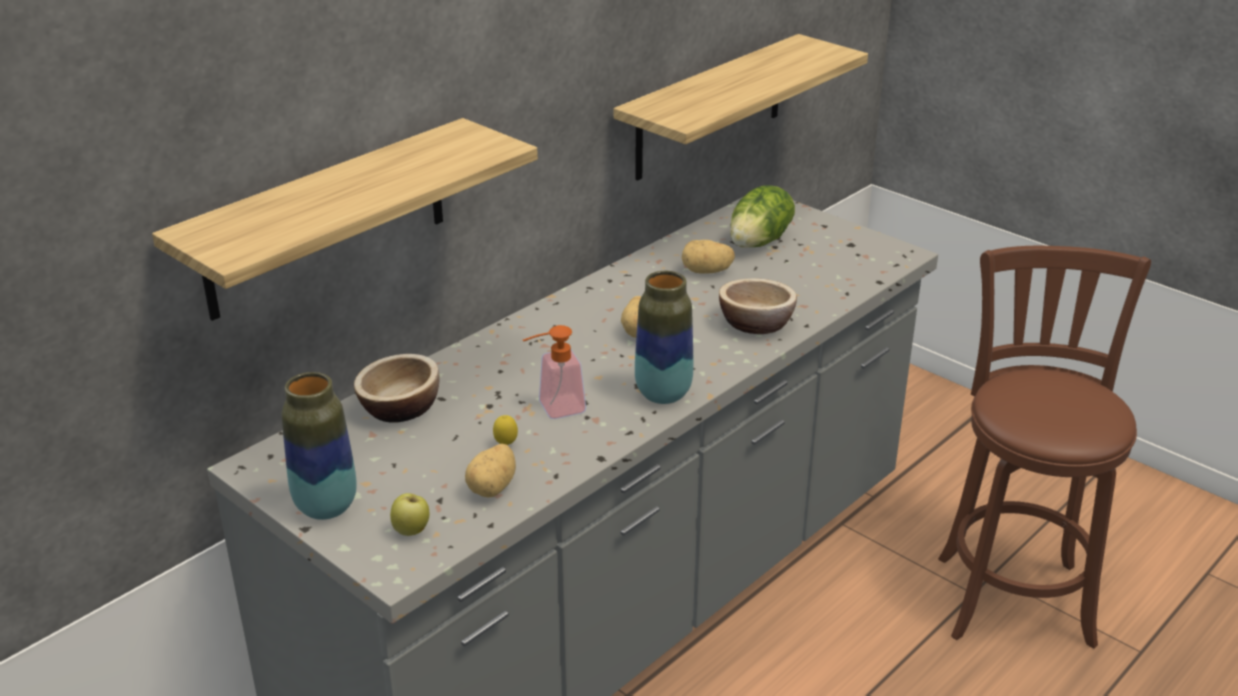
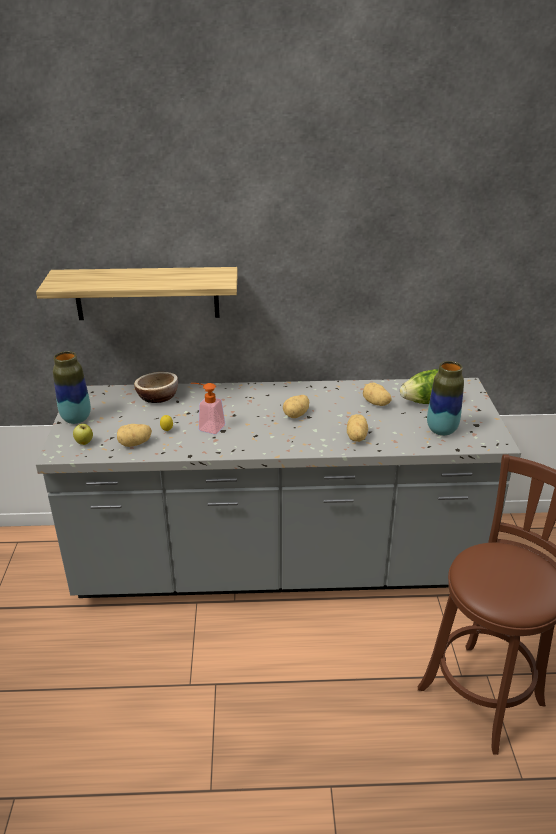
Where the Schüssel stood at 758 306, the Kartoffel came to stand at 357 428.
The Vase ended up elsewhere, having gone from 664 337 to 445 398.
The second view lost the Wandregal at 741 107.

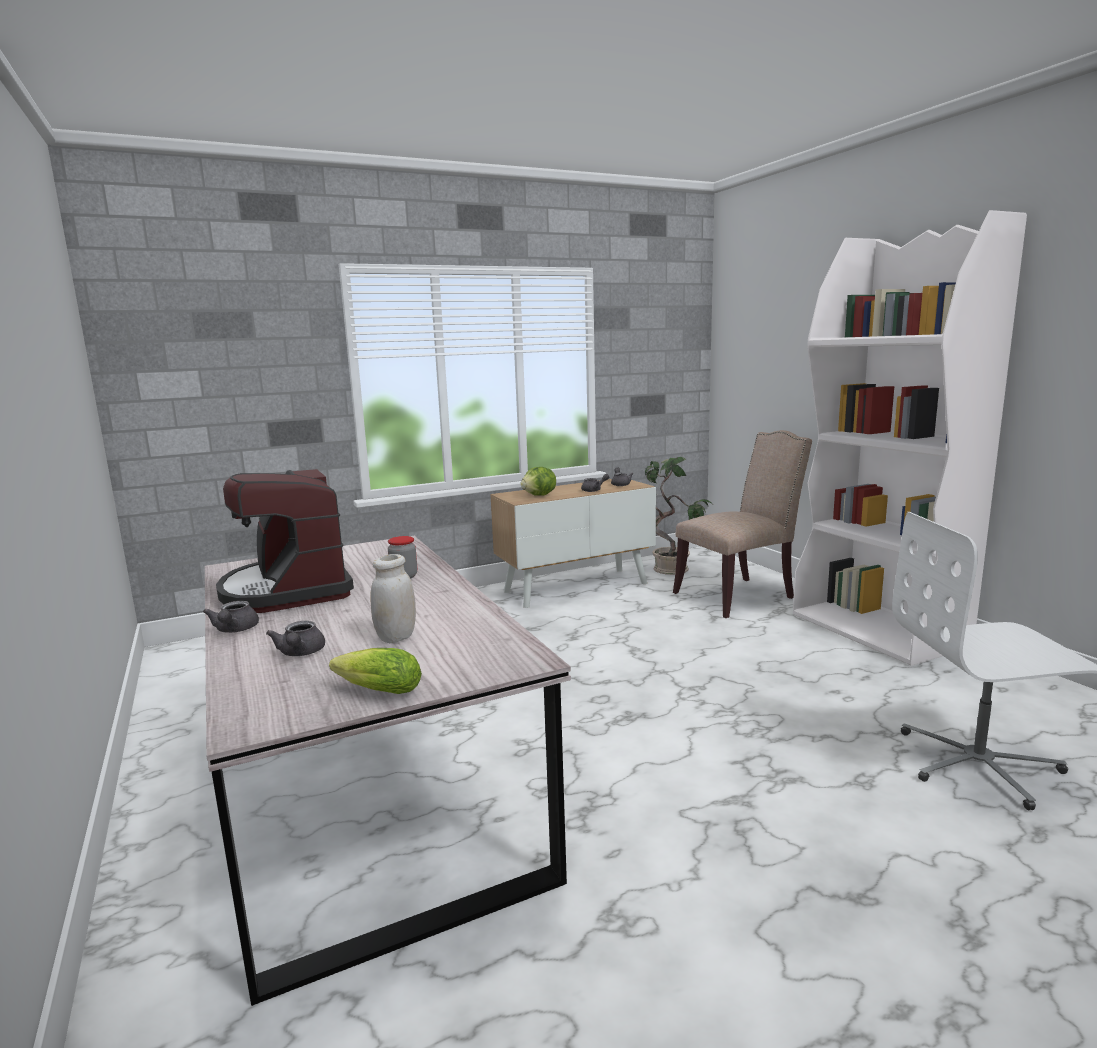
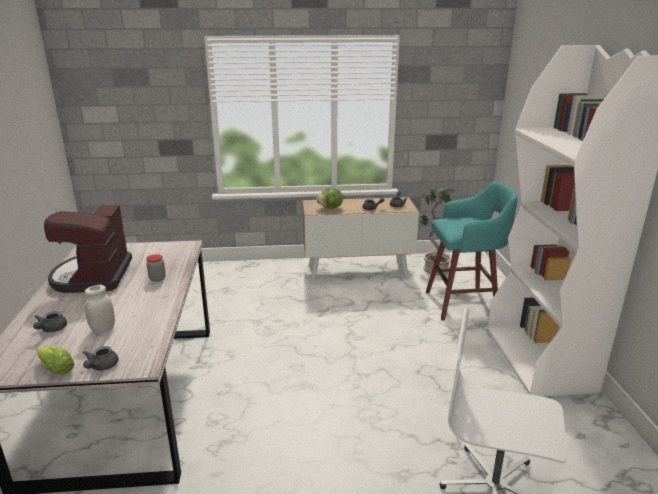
The Teekanne/grau ended up elsewhere, having gone from 231 617 to 100 358.
Where the Stuhl/beige stood at 742 524, the Hocker/türkis came to stand at 471 251.

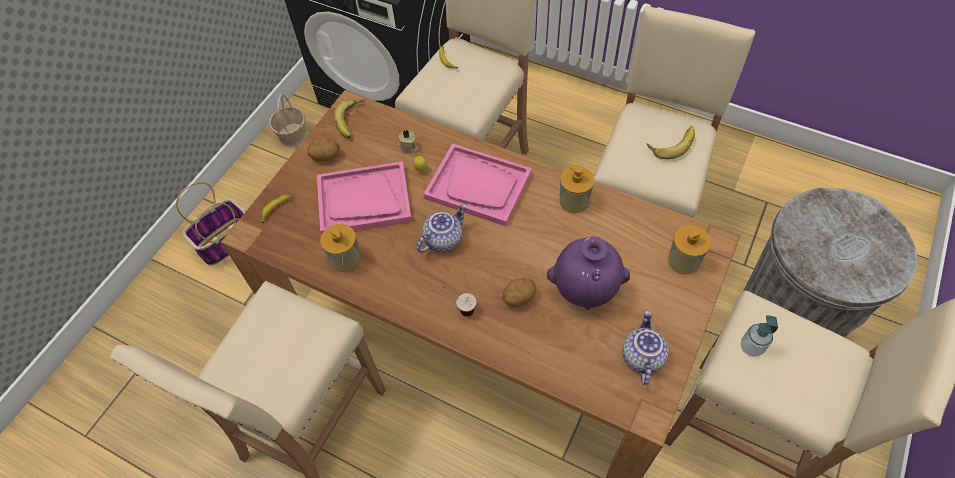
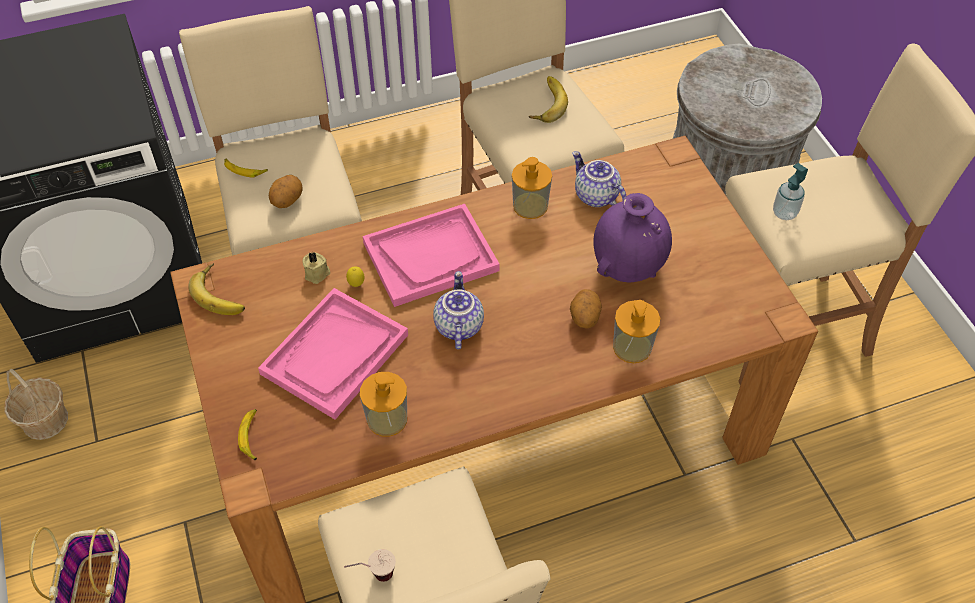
The Kartoffel ended up elsewhere, having gone from 324 149 to 286 191.
The Tasse ended up elsewhere, having gone from 459 301 to 370 565.
The Teekanne ended up elsewhere, having gone from 645 347 to 599 179.
The Seifenspender ended up elsewhere, having gone from 689 250 to 636 331.

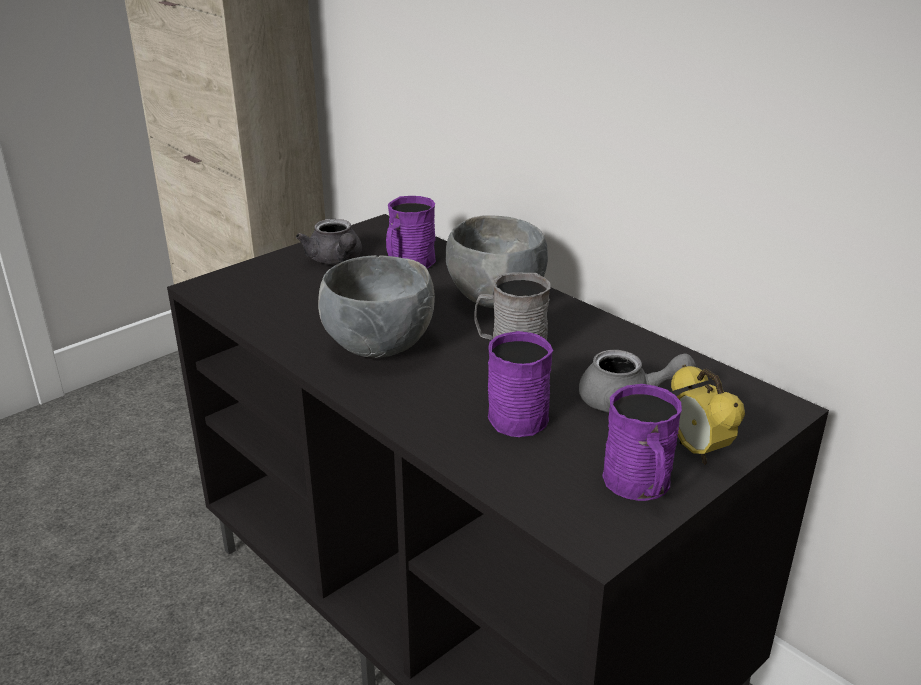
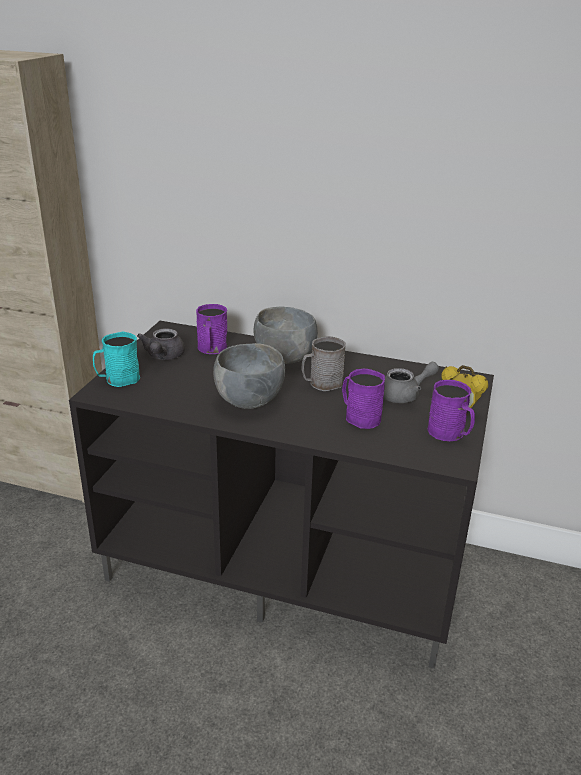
The second view gained the Henkelbecher/türkis at 116 359.
The Teekanne/grau at 329 241 ended up facing another way, 60 degrees clockwise from before.

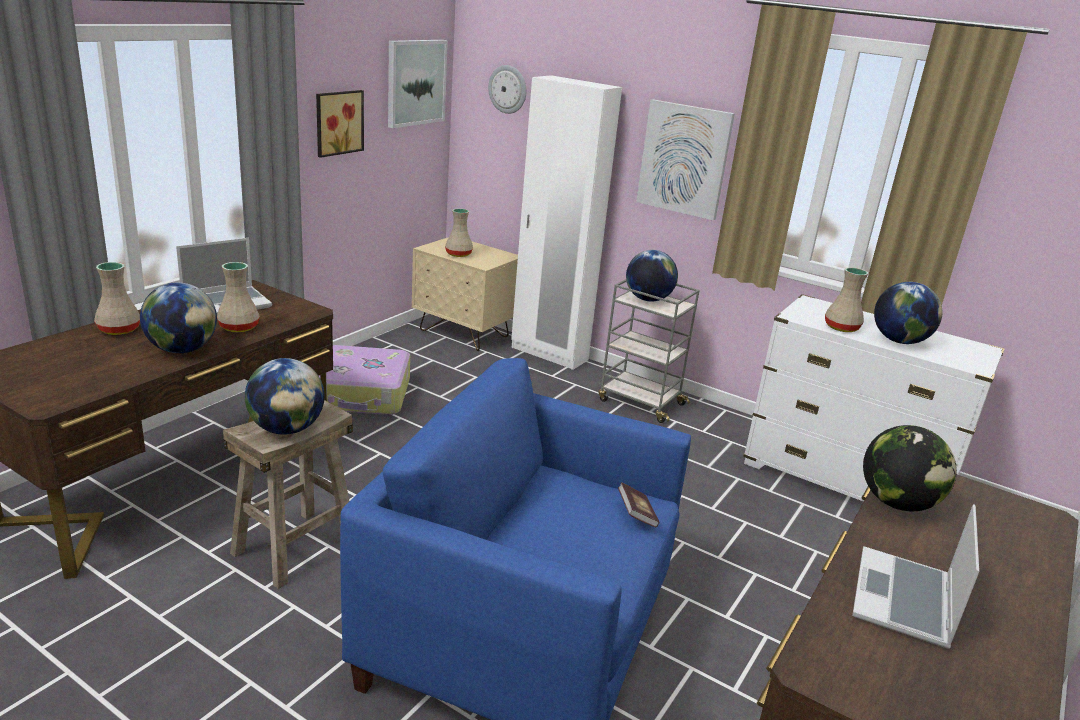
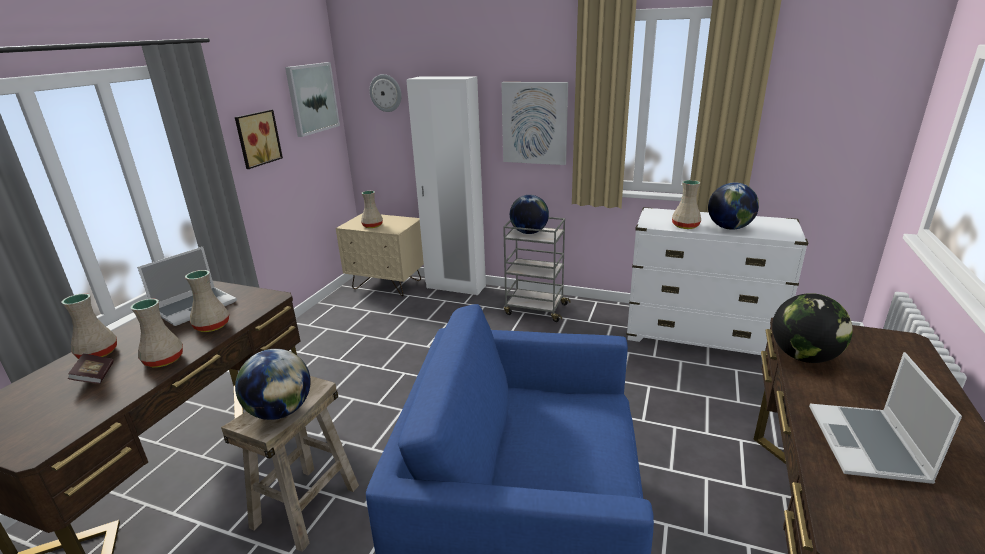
The Buch ended up elsewhere, having gone from 638 505 to 91 368.
Where the Globus stood at 178 317, the Vase/beige came to stand at 156 333.
The second view lost the Koffer at 364 380.

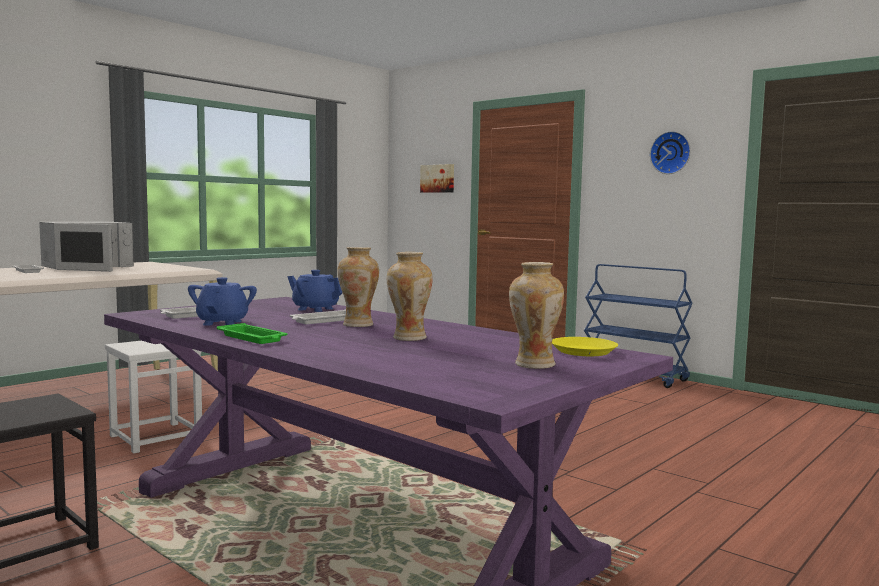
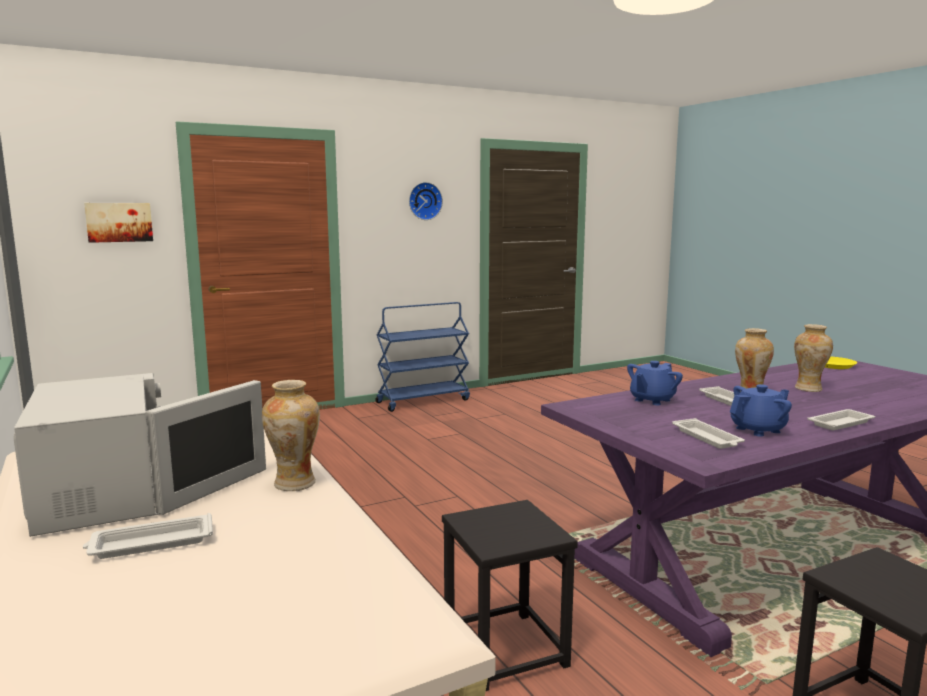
The Vase ended up elsewhere, having gone from 536 315 to 291 435.
What was the Hocker/weiß at 153 397 turned into the Hocker/schwarz at 510 595.
The Teekanne/blau at 222 301 ended up facing another way, 135 degrees clockwise from before.
What was the Tablett/grün at 252 333 turned into the Tablett/weiß at 841 419.

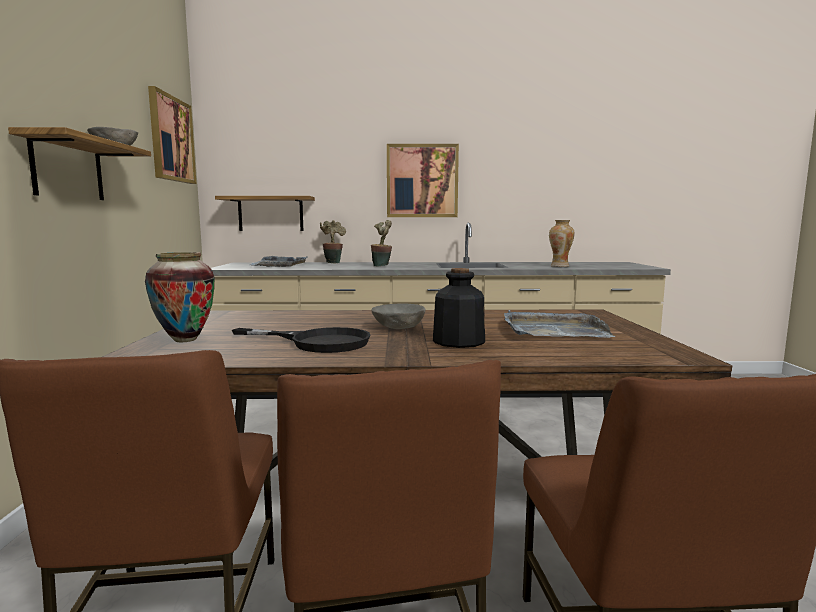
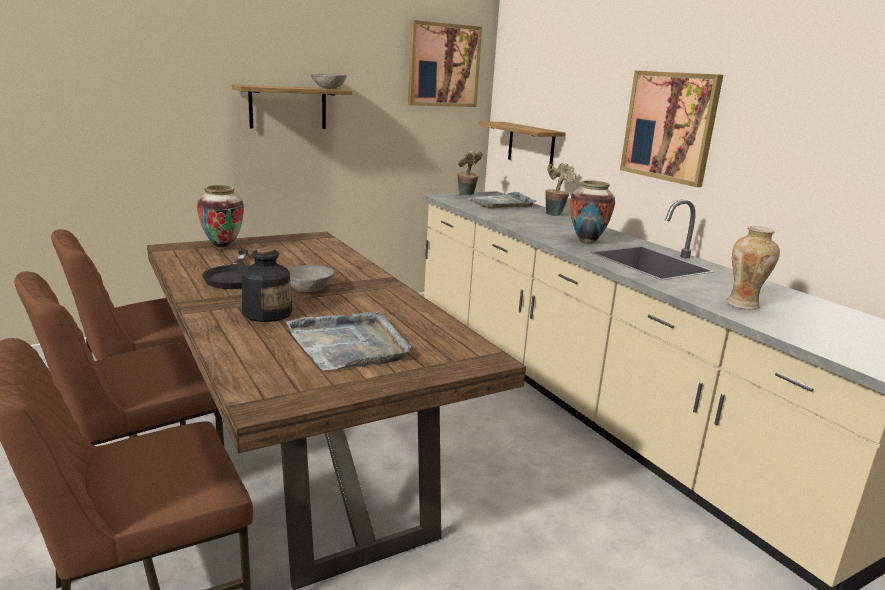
The Topfpflanze ended up elsewhere, having gone from 381 243 to 470 172.
The second view gained the Vase at 592 212.

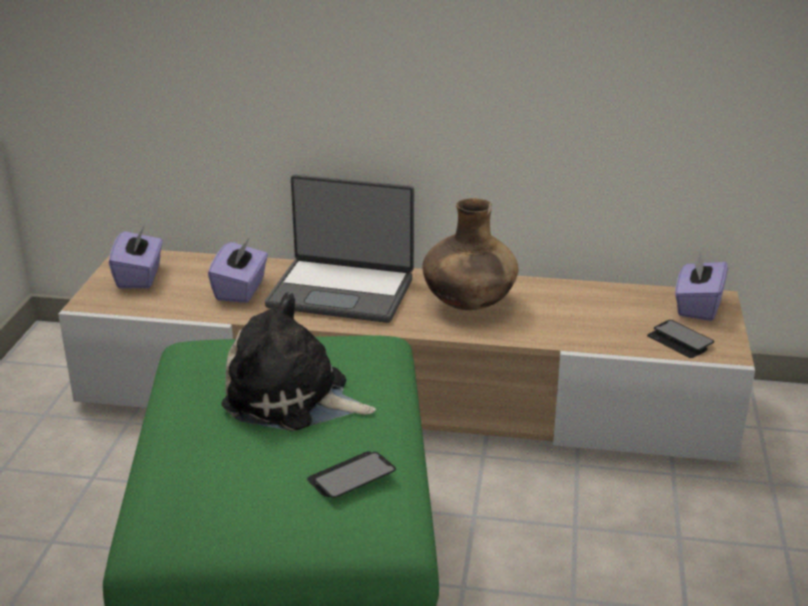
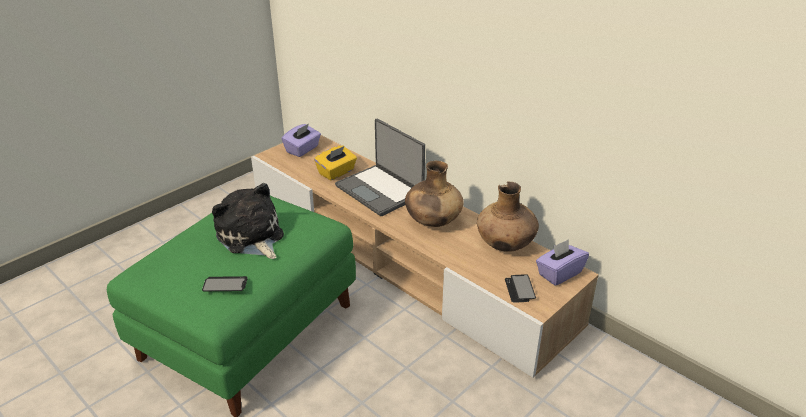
What was the Taschentuchbox/lila at 238 270 turned into the Taschentuchbox/gelb at 335 163.
The second view gained the Vase/braun at 508 216.

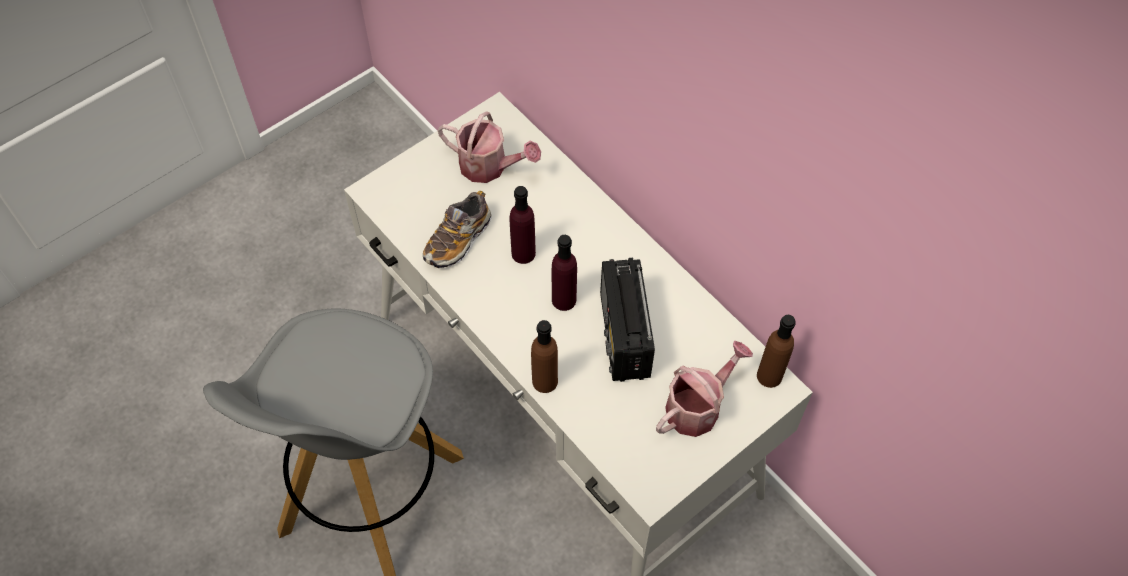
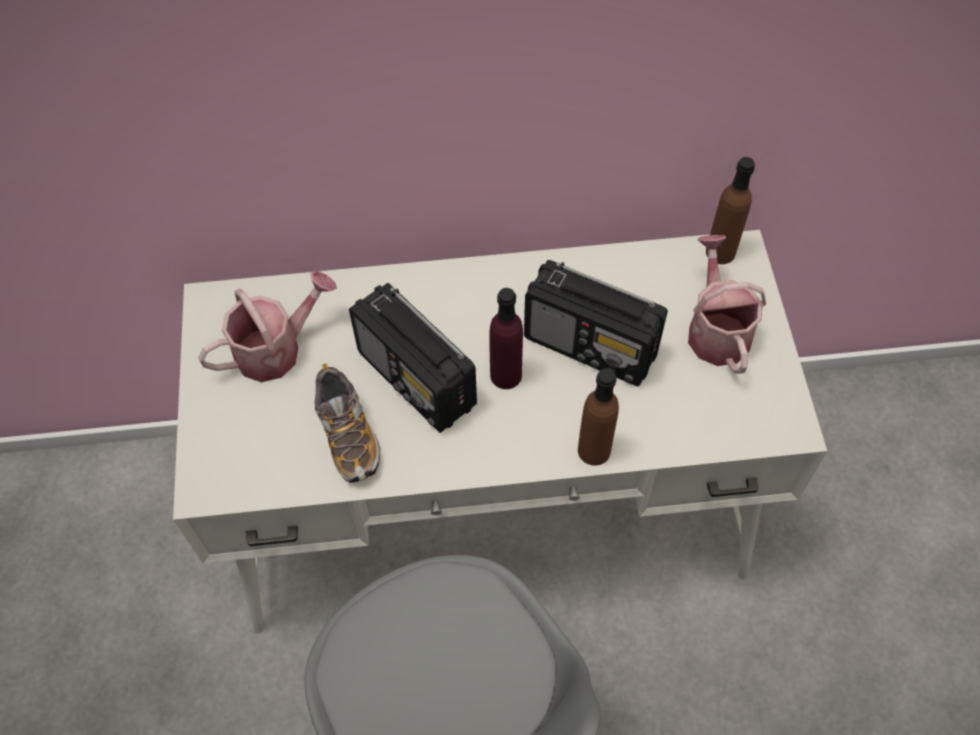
Where the Flasche/lila stood at 523 225, the Radio came to stand at 413 358.

